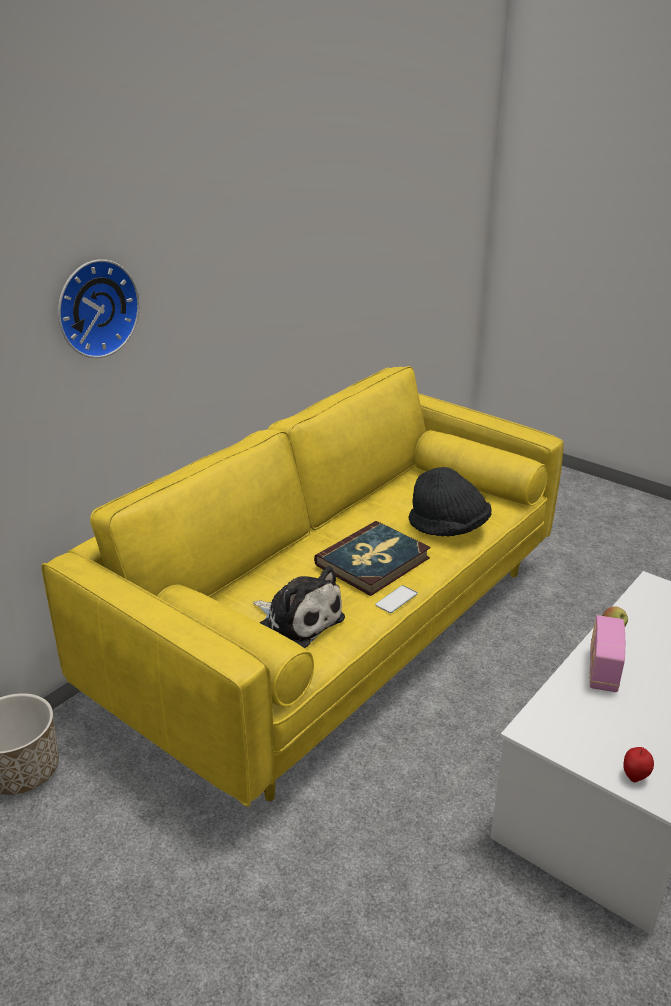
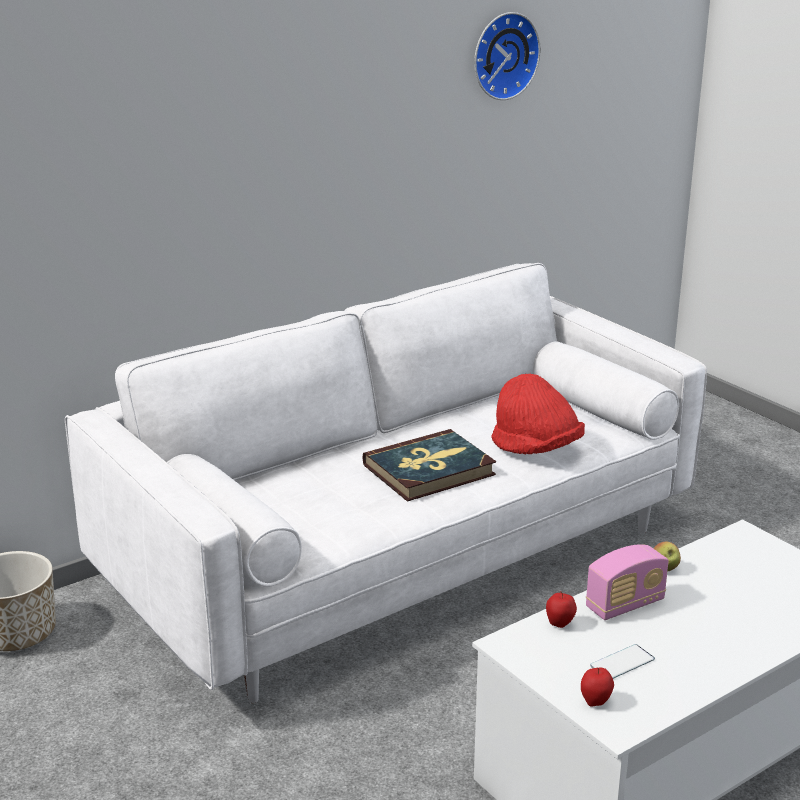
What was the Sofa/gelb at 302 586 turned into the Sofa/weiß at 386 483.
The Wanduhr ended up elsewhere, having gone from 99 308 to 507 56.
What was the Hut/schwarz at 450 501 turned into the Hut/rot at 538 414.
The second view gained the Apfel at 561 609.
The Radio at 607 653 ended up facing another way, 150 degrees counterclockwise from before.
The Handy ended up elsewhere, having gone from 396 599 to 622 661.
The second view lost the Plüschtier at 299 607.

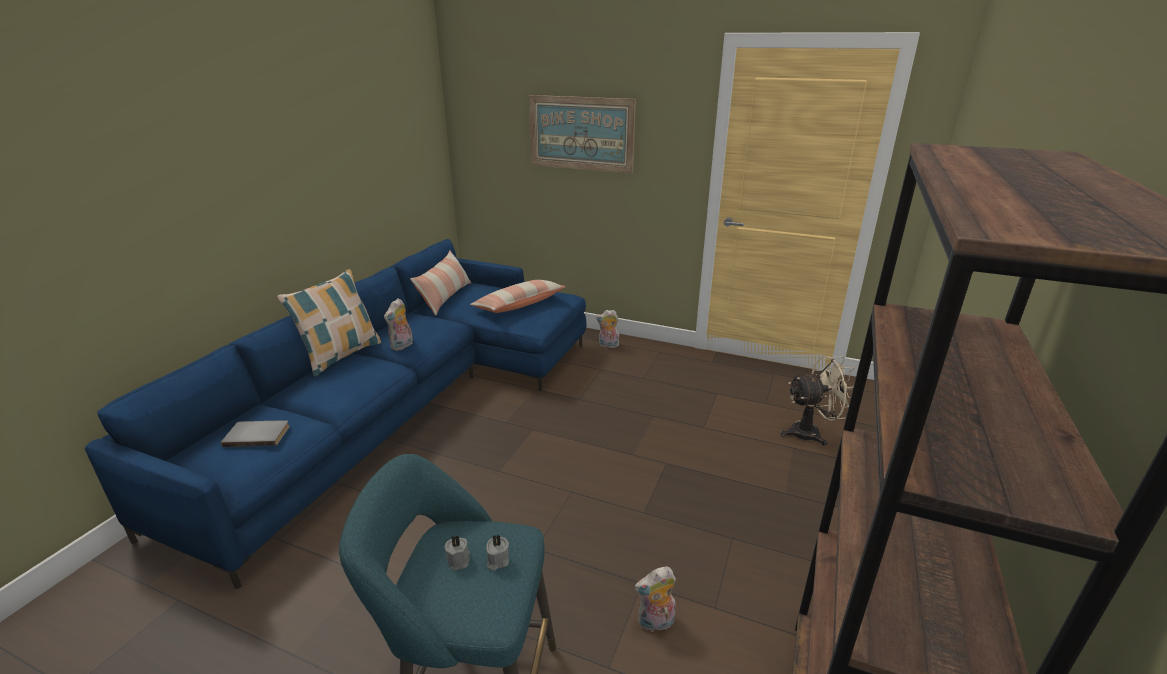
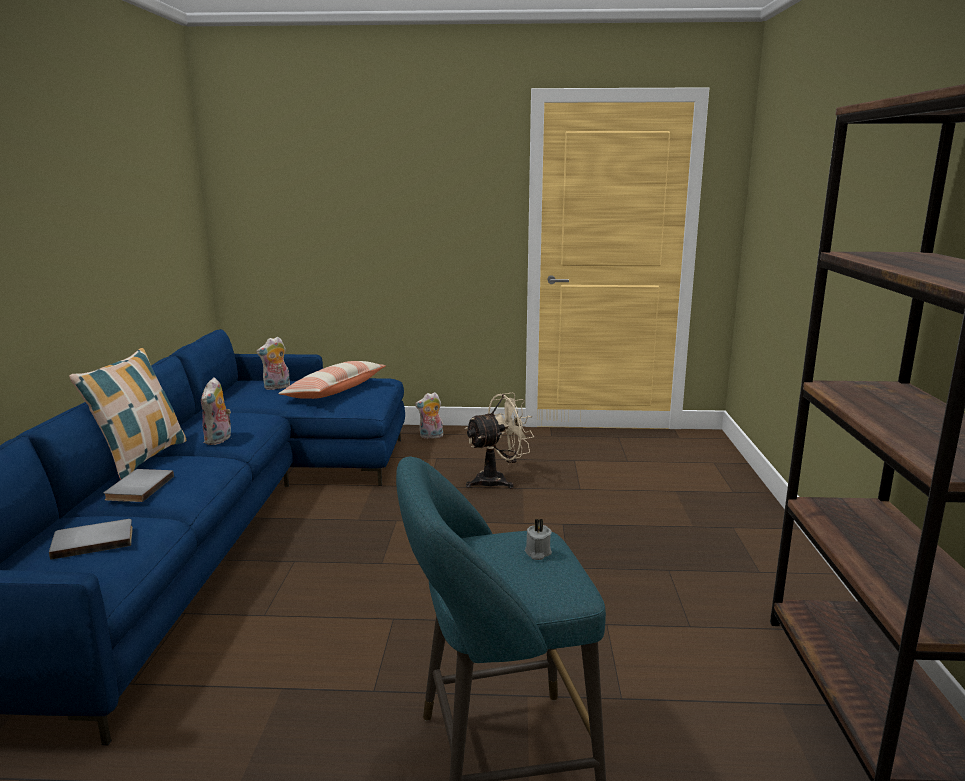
The second view gained the Buch/grau at 139 485.
The Plüschtier ended up elsewhere, having gone from 655 599 to 273 363.
The Ventilator/beige ended up elsewhere, having gone from 817 401 to 499 440.
The second view lost the Kissen at 440 283.
The second view lost the Kerze/grau at 457 553.
The second view lost the Bild at 582 134.

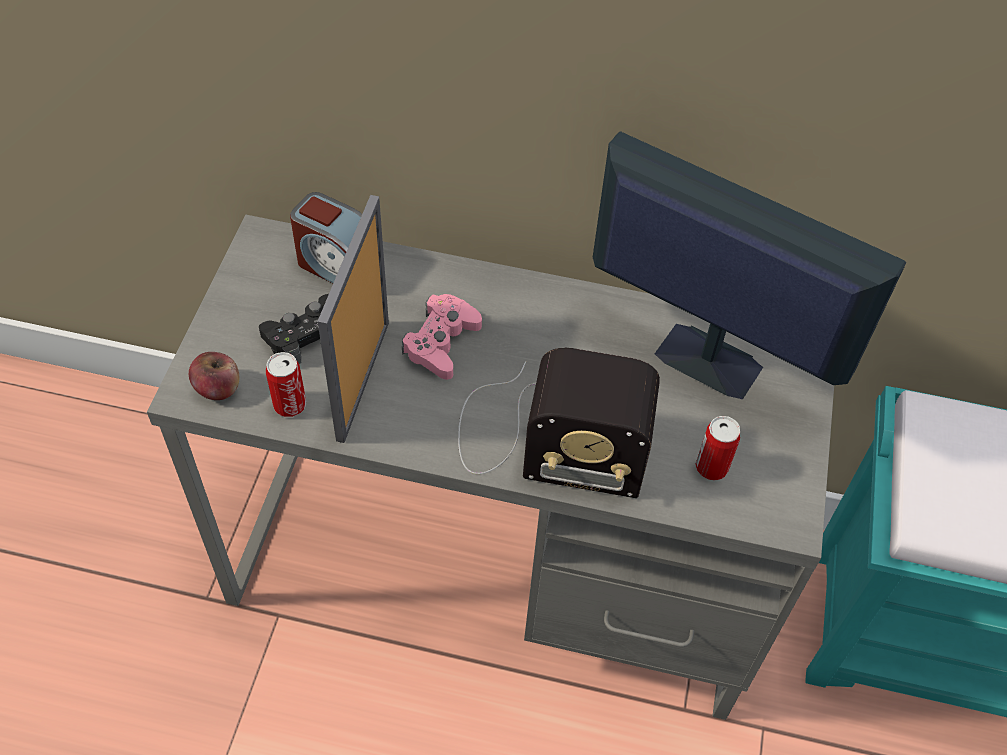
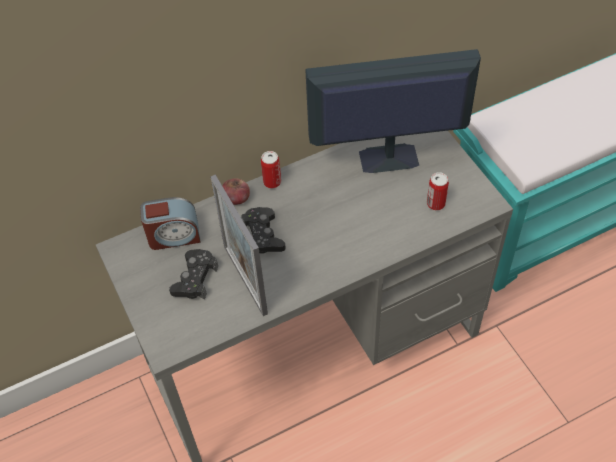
The Apfel ended up elsewhere, having gone from 214 376 to 236 191.
What was the Gamepad/rosa at 442 337 turned into the Gamepad/schwarz at 263 230.
The Dose ended up elsewhere, having gone from 286 384 to 271 169.
The second view lost the Radio at 559 423.

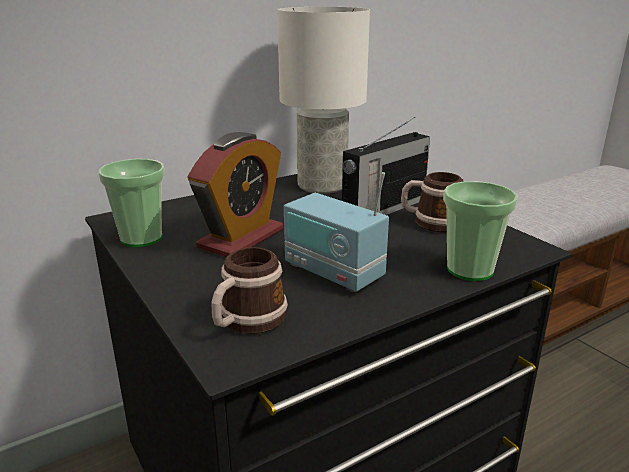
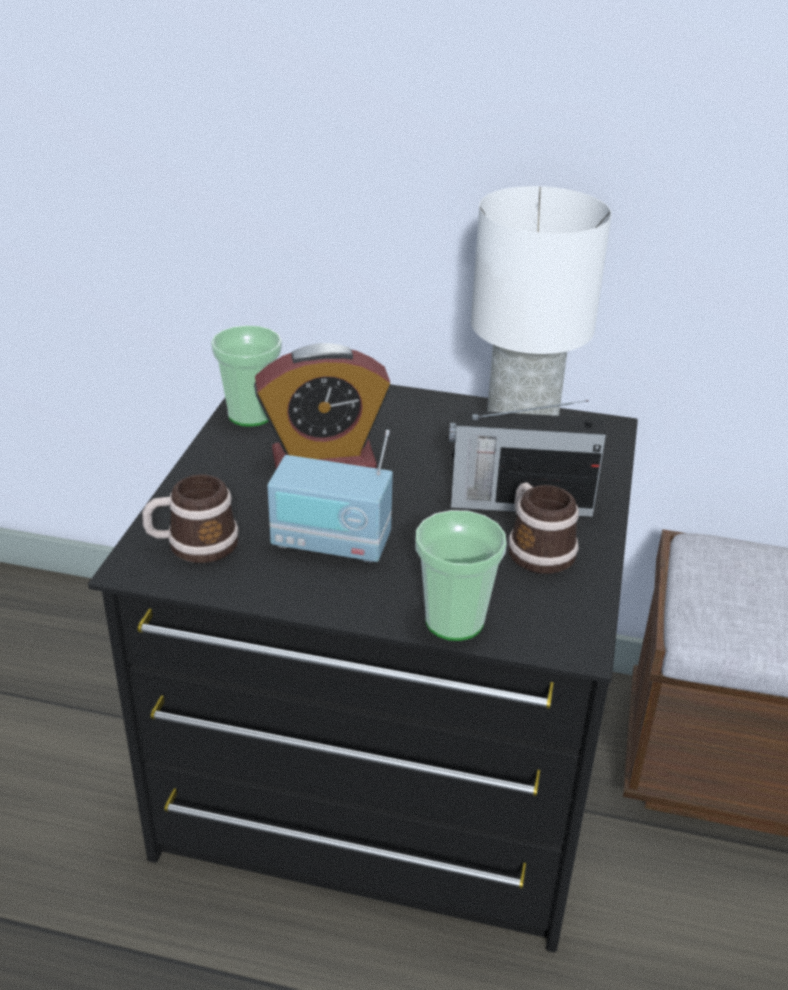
The Radio at 336 232 ended up facing another way, 75 degrees counterclockwise from before.

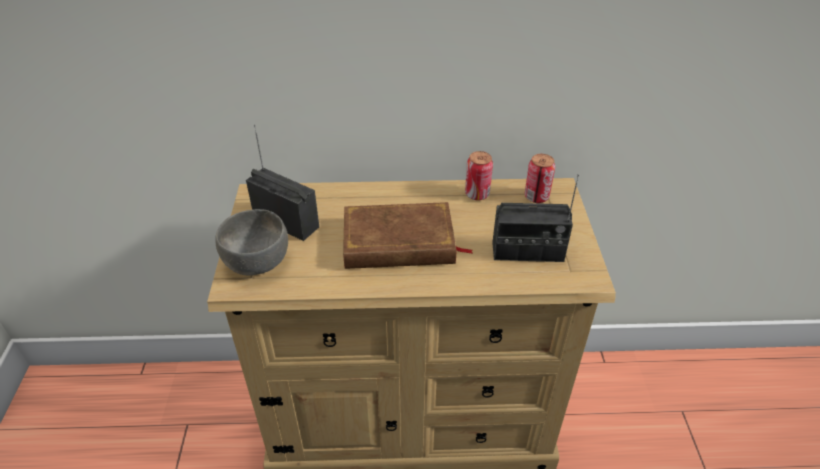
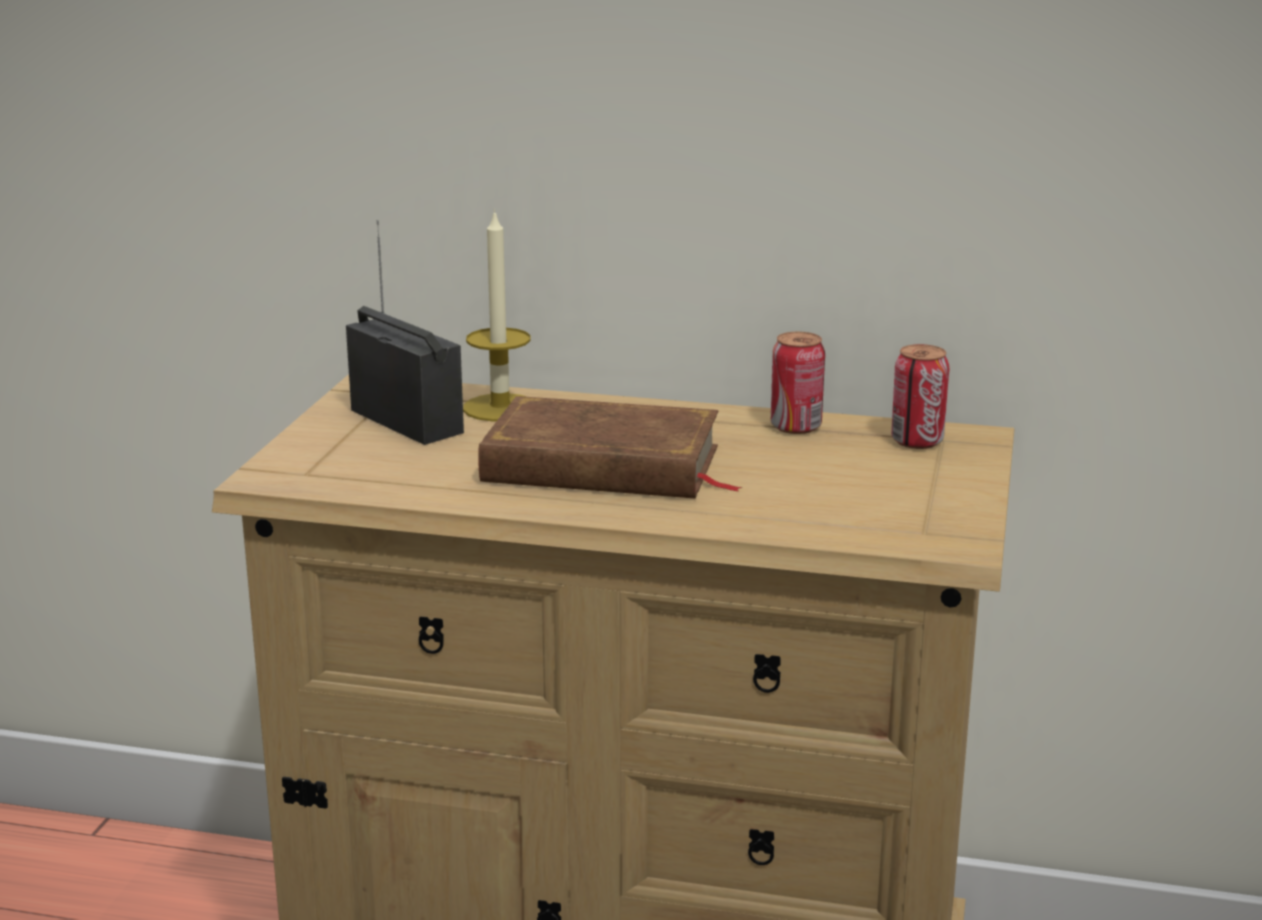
The second view gained the Kerze at 496 315.
The second view lost the Schüssel/grau at 251 242.
The second view lost the Radio at 535 218.

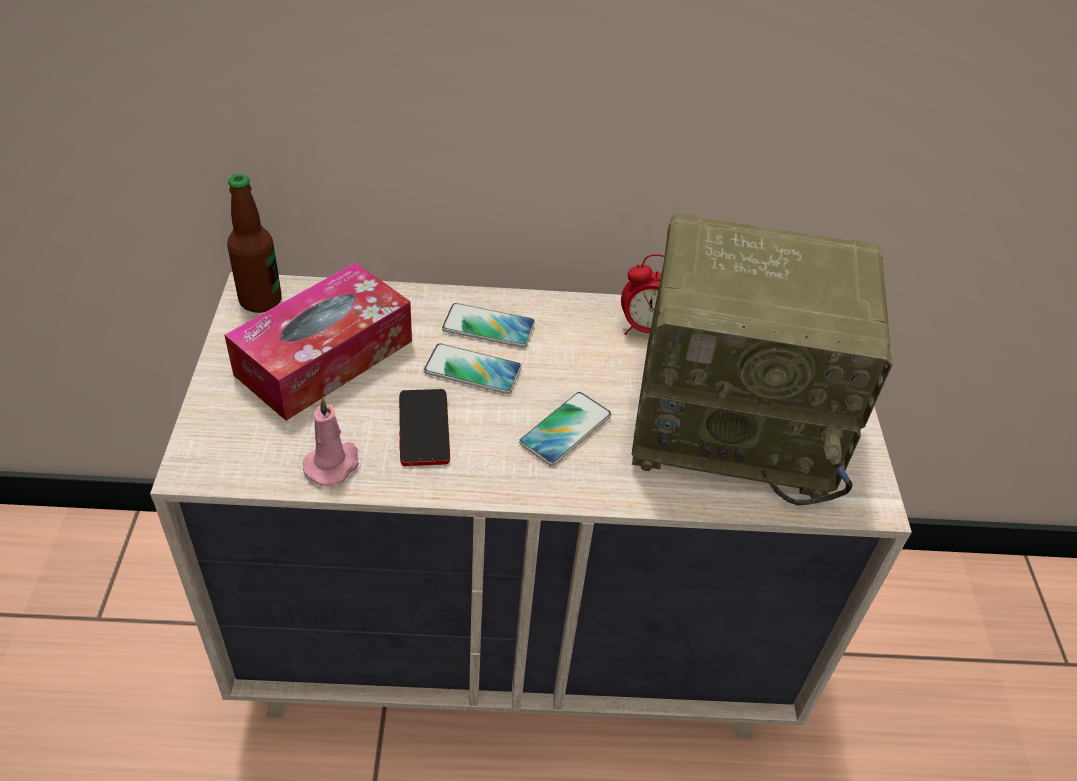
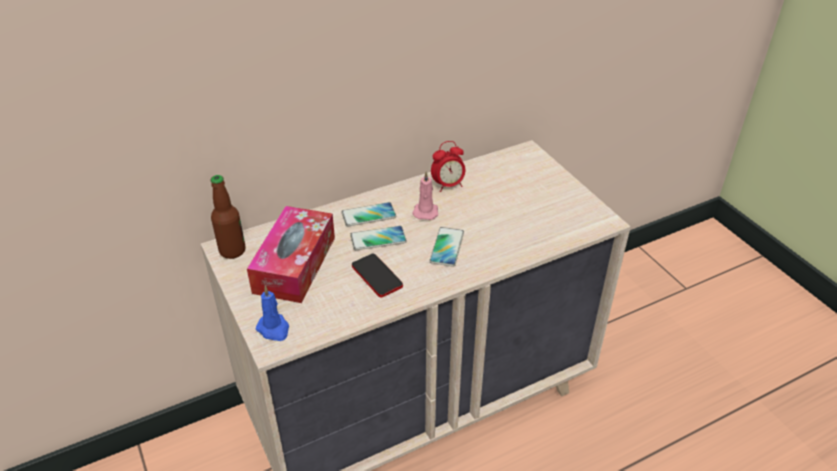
The second view gained the Kerze/blau at 272 313.
The Kerze/rosa ended up elsewhere, having gone from 330 441 to 425 195.
The second view lost the Radio at 761 359.

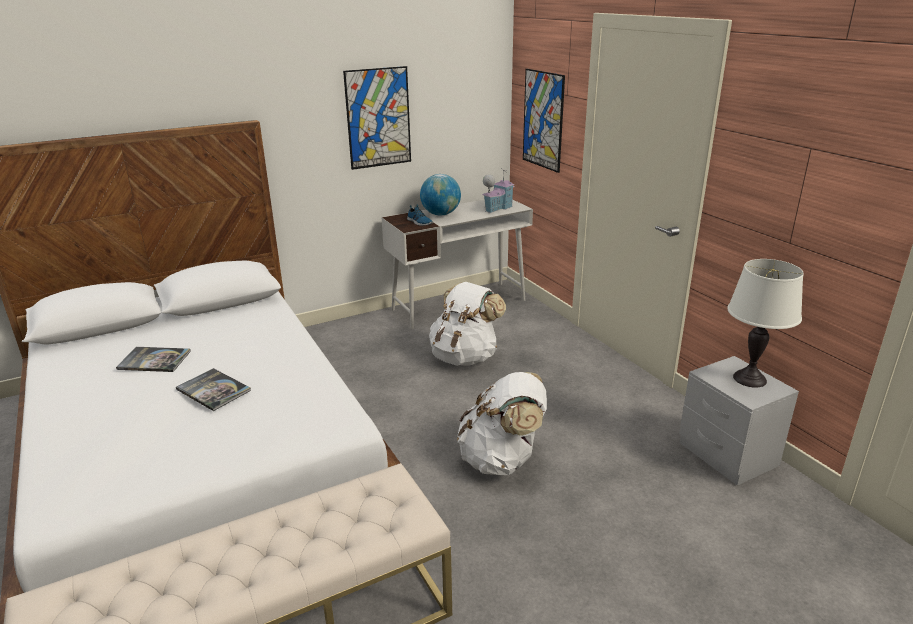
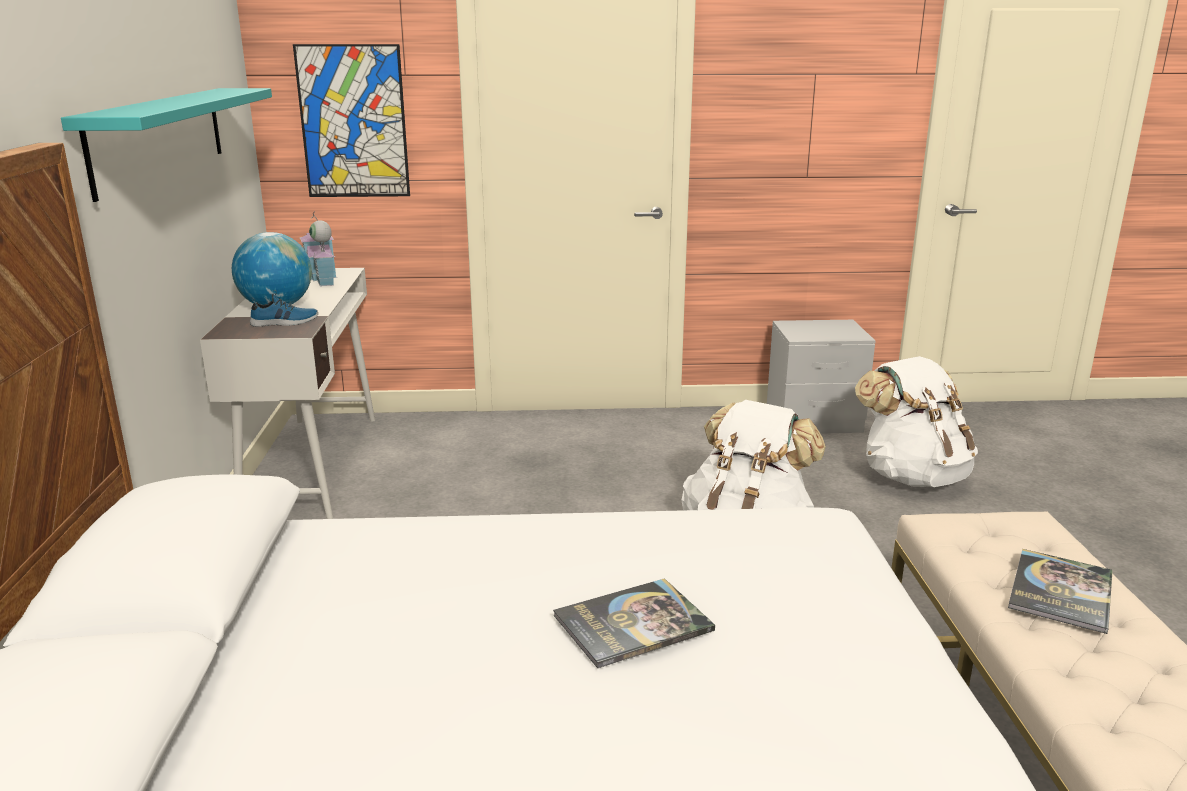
Where the Bild hung at 377 118, the Wandregal/türkis came to hang at 166 145.
The Rucksack/weiß ended up elsewhere, having gone from 467 324 to 916 421.
The Buch ended up elsewhere, having gone from 153 359 to 1060 591.
The second view lost the Tischlampe/weiß at 765 323.

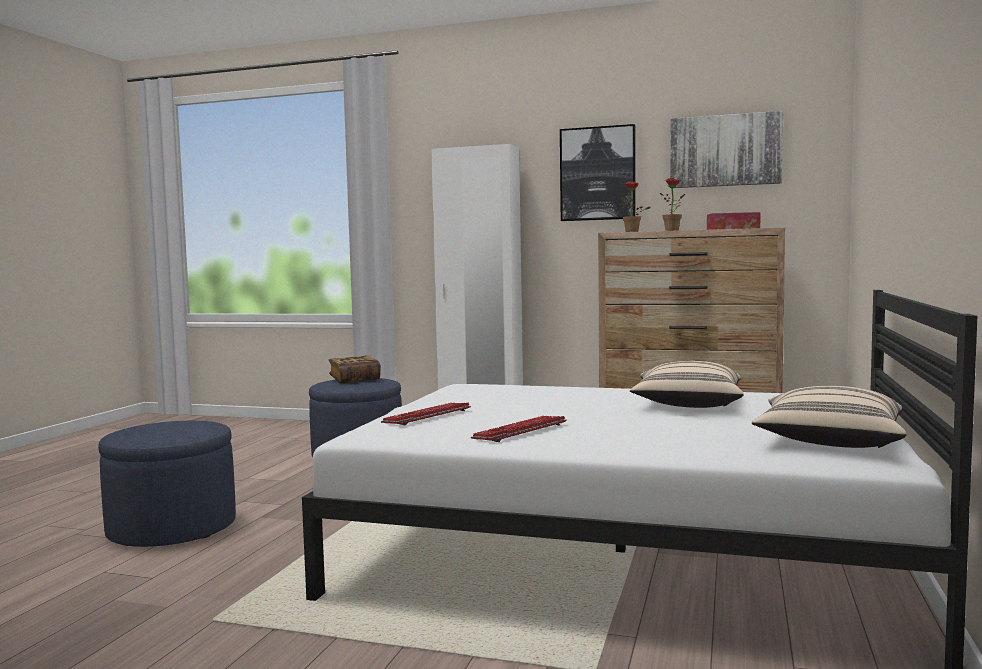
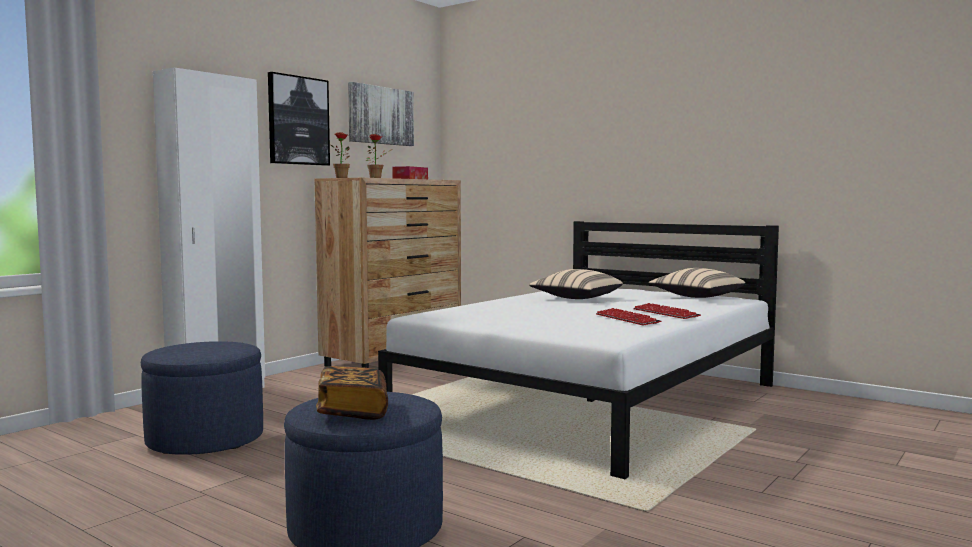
The Buch ended up elsewhere, having gone from 355 370 to 352 393.
The Tastatur ended up elsewhere, having gone from 426 414 to 667 311.

